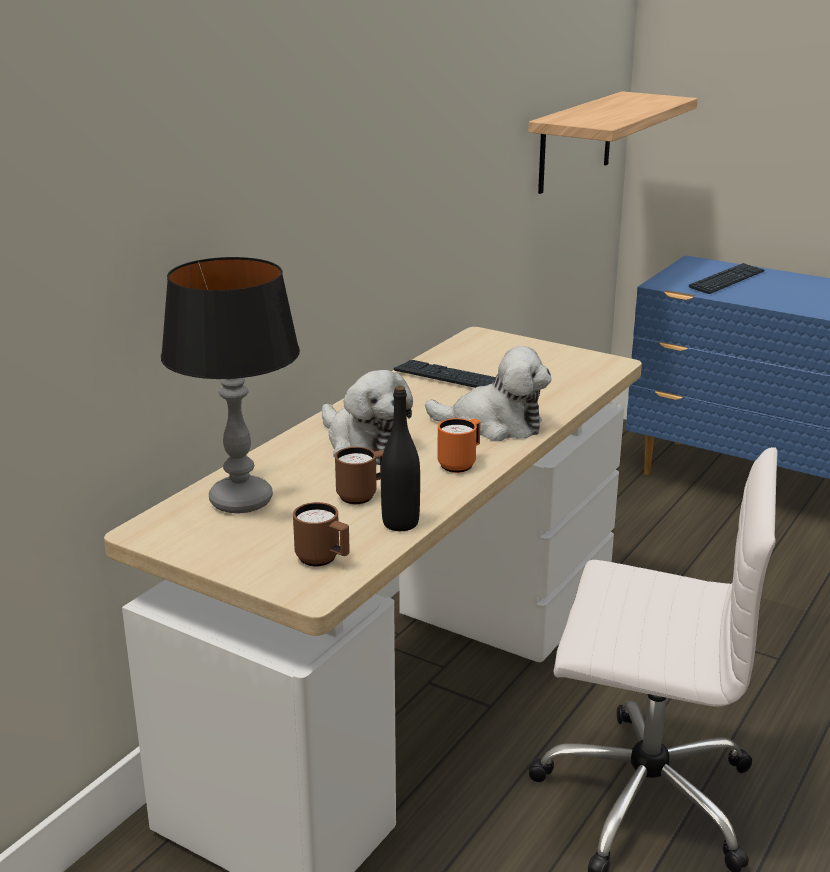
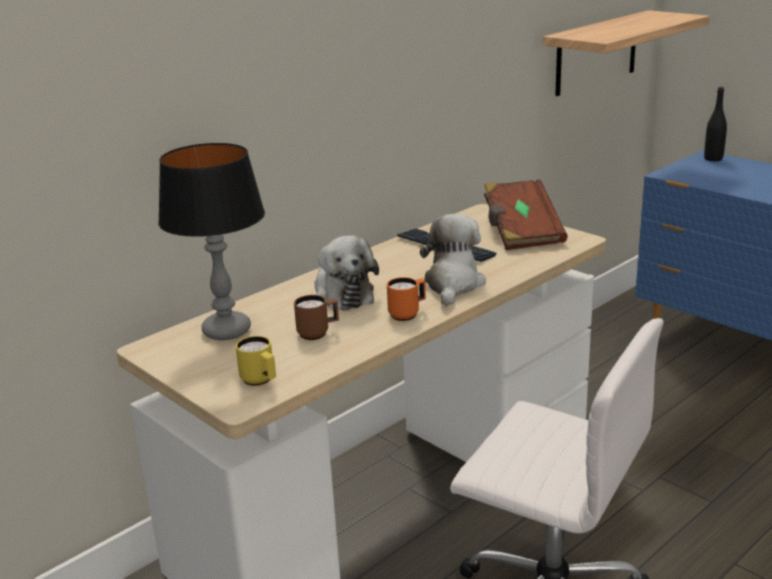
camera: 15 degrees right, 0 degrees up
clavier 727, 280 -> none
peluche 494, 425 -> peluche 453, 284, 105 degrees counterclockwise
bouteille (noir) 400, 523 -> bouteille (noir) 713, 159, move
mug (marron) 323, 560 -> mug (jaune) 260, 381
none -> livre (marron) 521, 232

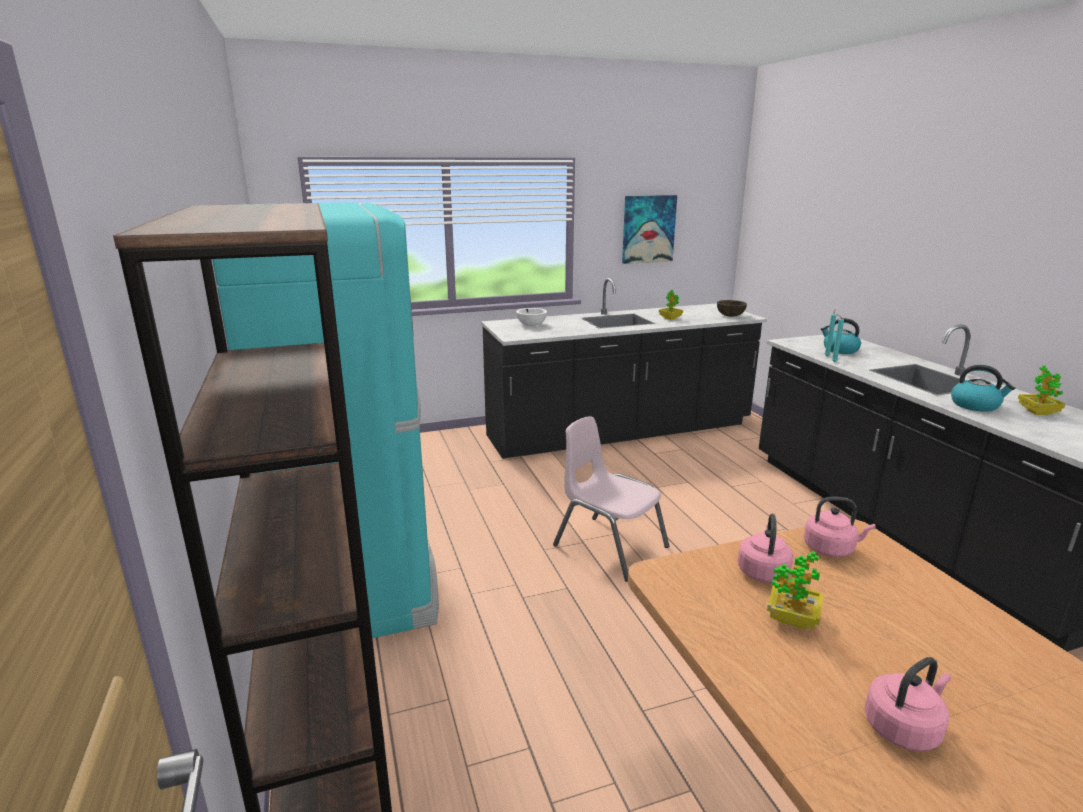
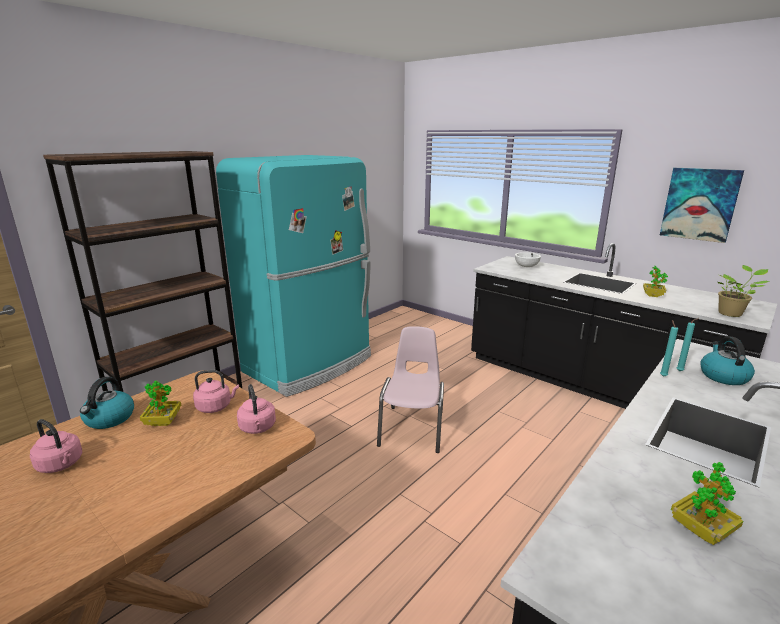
camera: 60 degrees right, 0 degrees up
bol (marron) 730, 316 -> plante en pot 731, 313
bouilloire 975, 405 -> bouilloire 109, 419, move

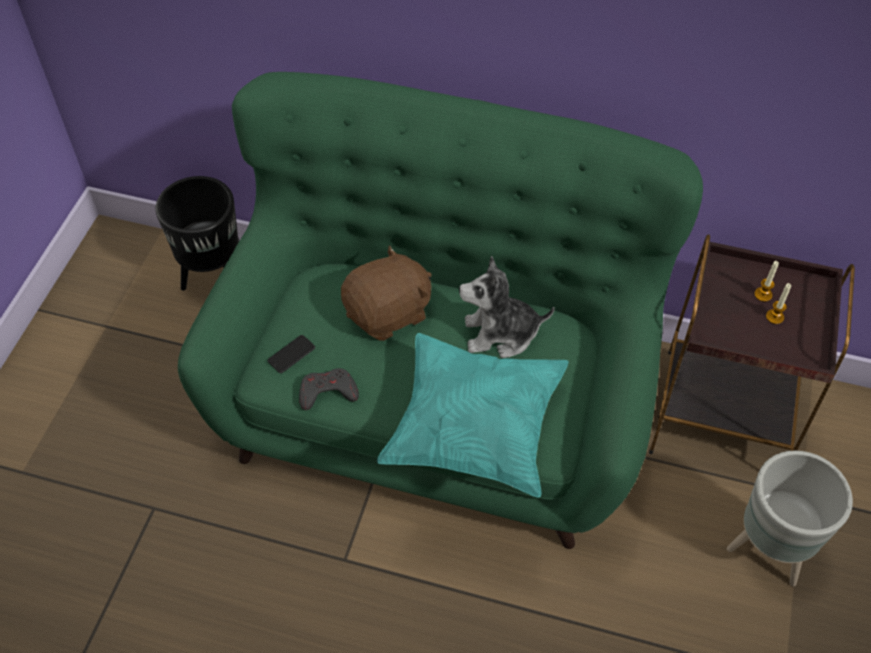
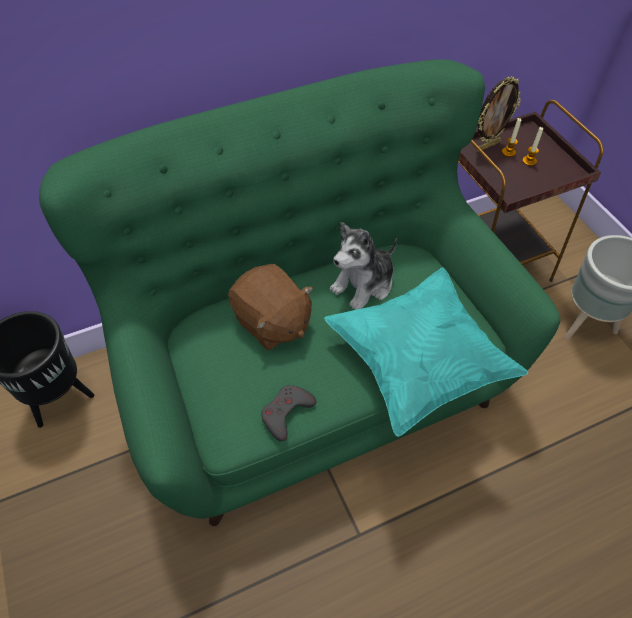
camera: 40 degrees left, 0 degrees up
peluche (marron) 388, 313 -> peluche (marron) 272, 322, 120 degrees clockwise
téléphone 291, 354 -> none
none -> cadre photo 487, 146

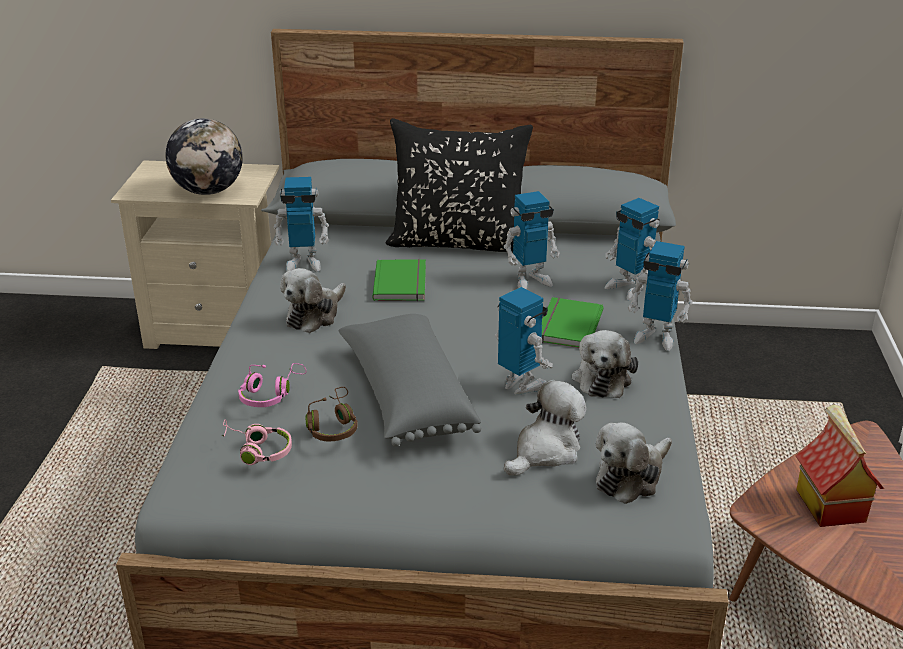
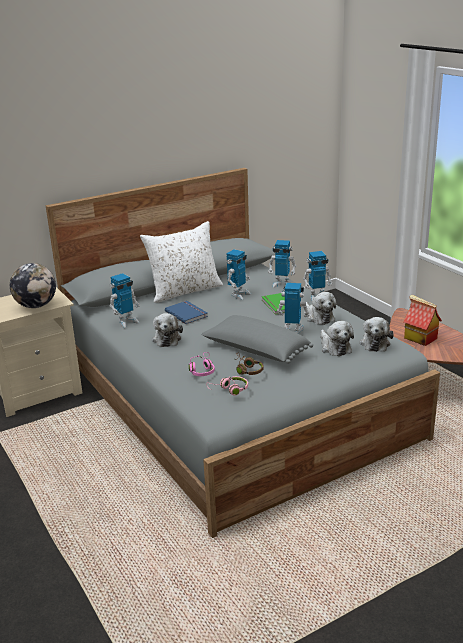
camera: 35 degrees left, 5 degrees down
coussin (noir) 458, 242 -> coussin (blanc) 184, 291
livre (vert) 402, 283 -> livre (bleu) 187, 313
peluche 545, 451 -> peluche 334, 347, 150 degrees clockwise

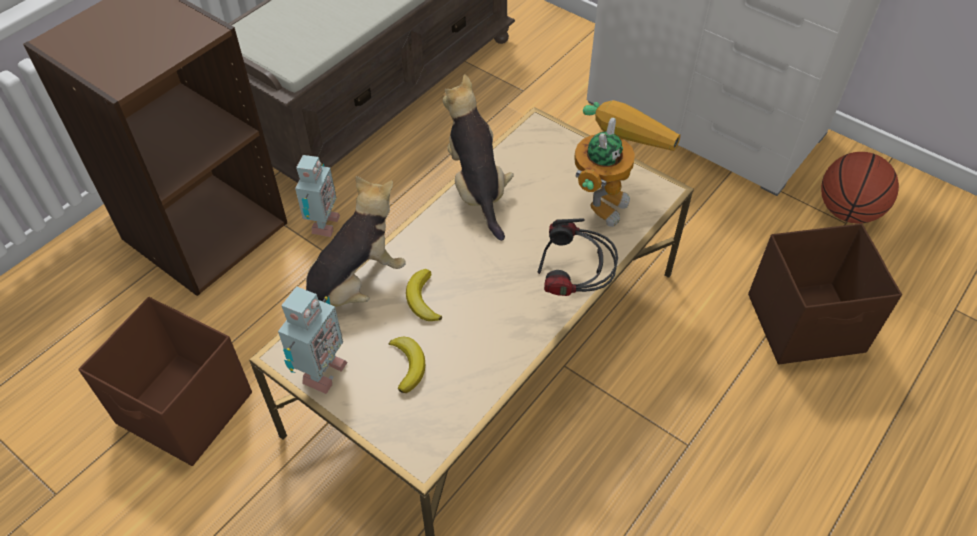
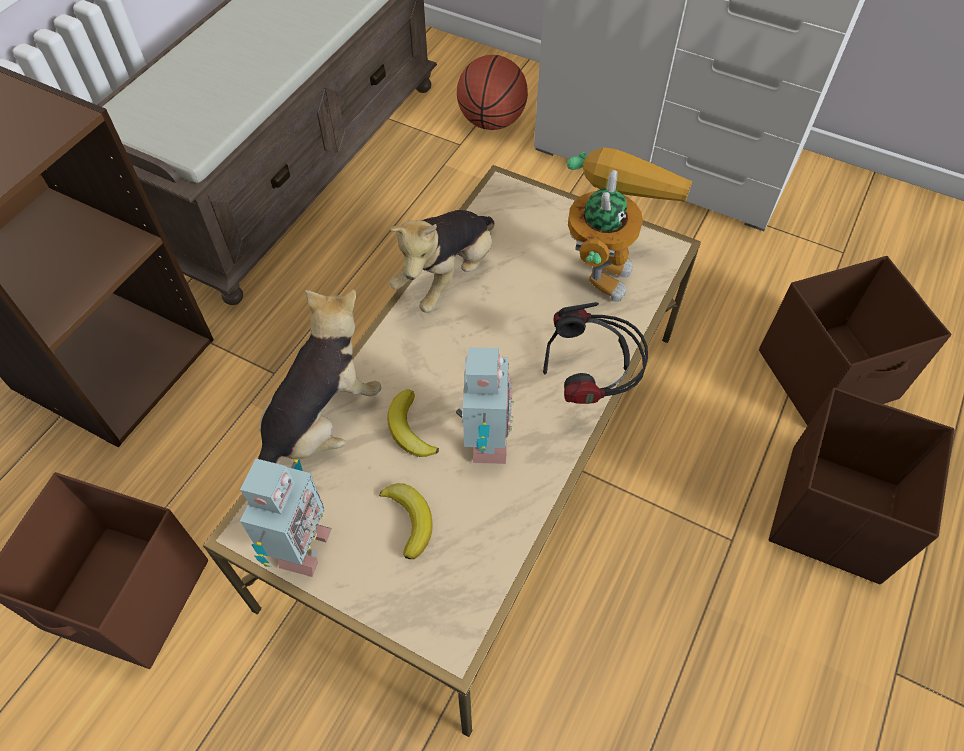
camera: 10 degrees left, 5 degrees up
peluche 477, 189 -> peluche 447, 276, 120 degrees counterclockwise
ballon de basket 847, 211 -> ballon de basket 491, 121, move
robot jouet 322, 225 -> robot jouet 484, 444, move
none -> boîte de rangement (marron) 832, 515

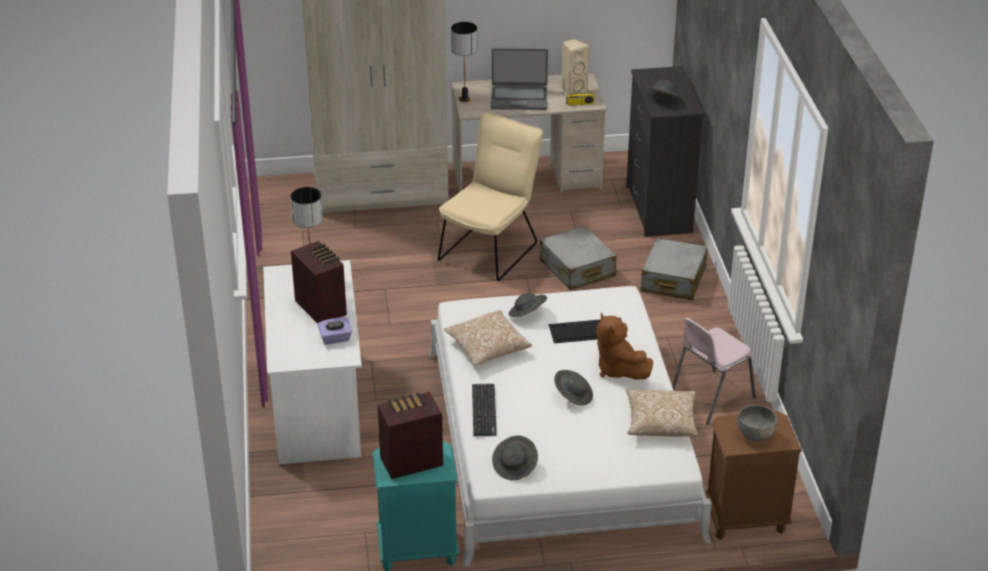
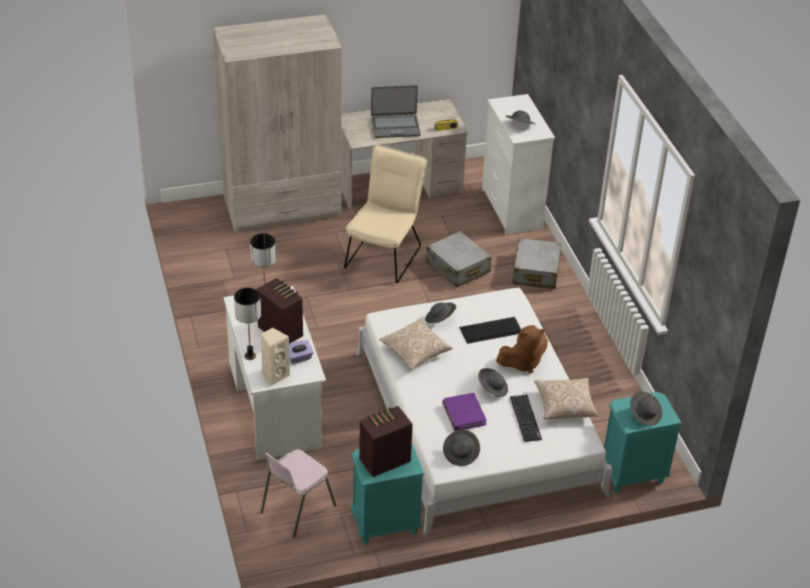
camera: 10 degrees left, 5 degrees up
lampe de table 464, 99 -> lampe de table 250, 356, move
enceinte (beige) 573, 91 -> enceinte (beige) 275, 375, move
commode (noir) 658, 209 -> commode (blanc) 511, 209
peluche (marron) 618, 370 -> peluche (marron) 522, 363, 75 degrees counterclockwise
chaise (rose) 710, 397 -> chaise (rose) 296, 509, move
clavier 484, 410 -> clavier 525, 418, move
bol (gris) 755, 436 -> chapeau (gris) 645, 414
table de chevet (marron) 744, 519 -> table de chevet (turquoise) 631, 474
none -> livre (violet) 463, 414

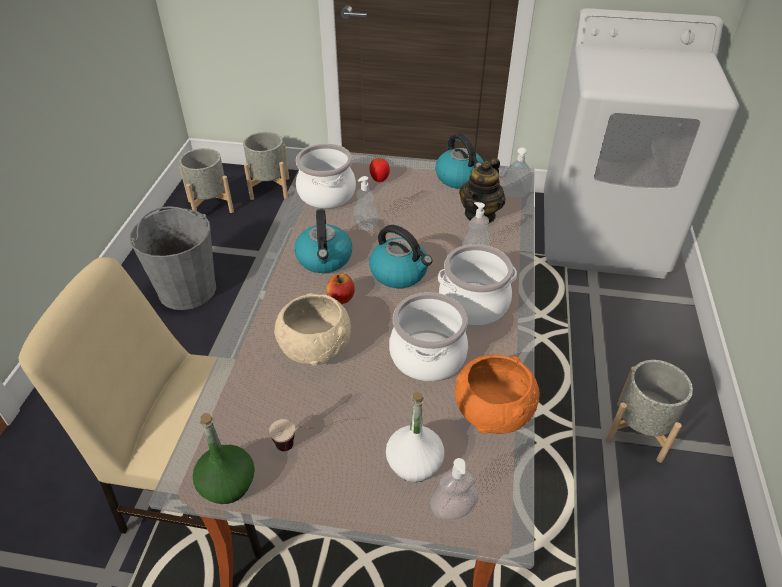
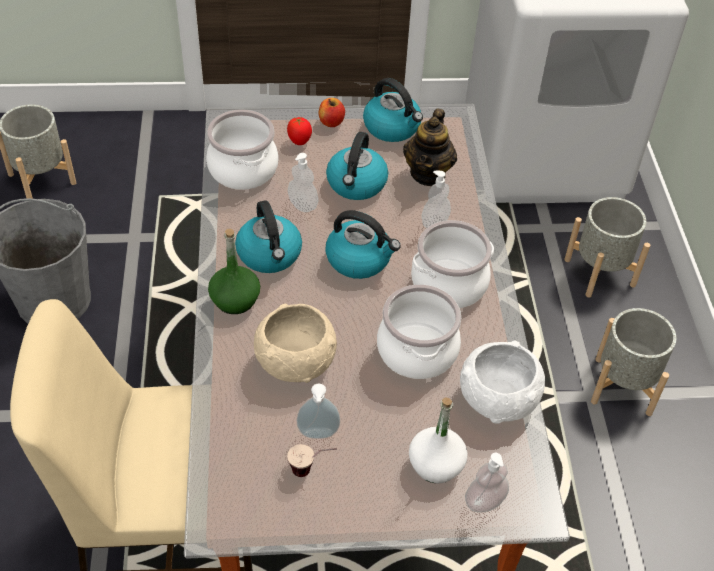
camera: 15 degrees left, 5 degrees up
cache-pot (gris) 270, 188 -> cache-pot (gris) 599, 272, move
distributeur de savon 515, 195 -> distributeur de savon 318, 435, move
pomme 341, 298 -> pomme 331, 122, move
bol (orange) 493, 410 -> bol (blanc) 498, 398
bouteille (vert) 228, 484 -> bouteille (vert) 235, 300, move
none -> bouilloire 356, 184

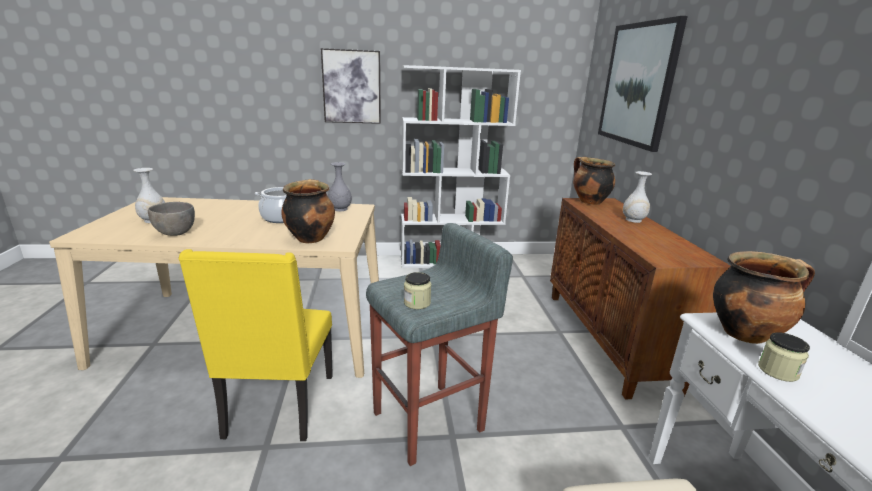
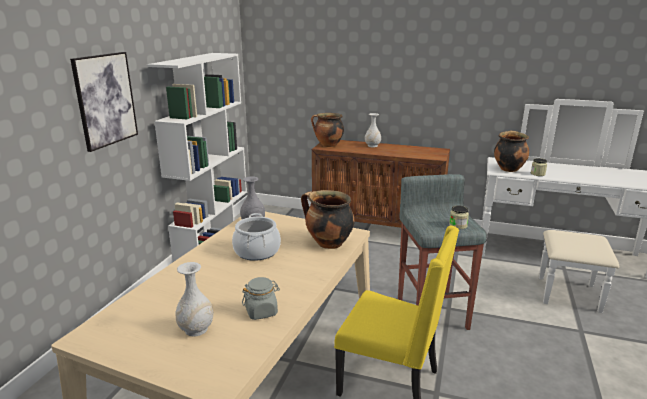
camera: 65 degrees left, 0 degrees up
tableau 638, 84 -> none
bol (gris) 175, 233 -> bocal (gris) 261, 311

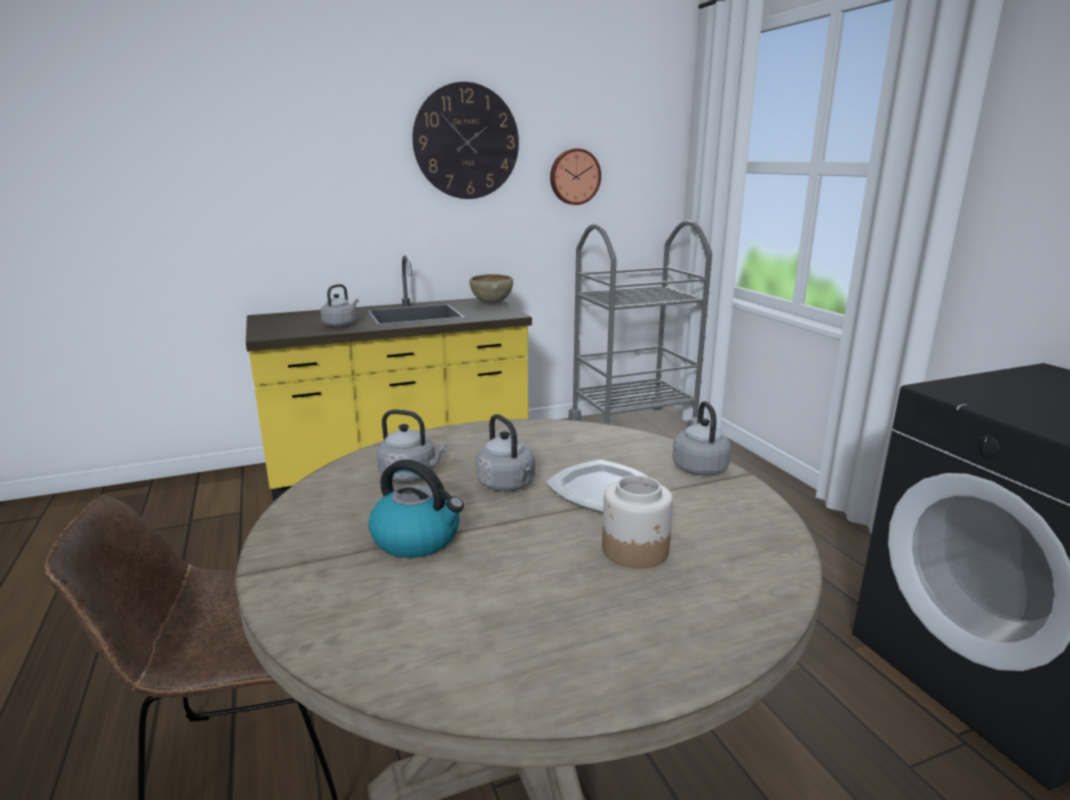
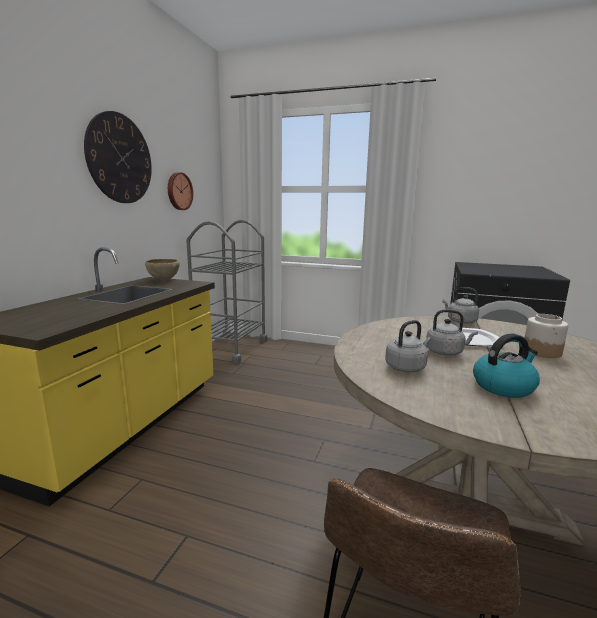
camera: 50 degrees left, 5 degrees down
bouilloire (gris) 340, 324 -> none

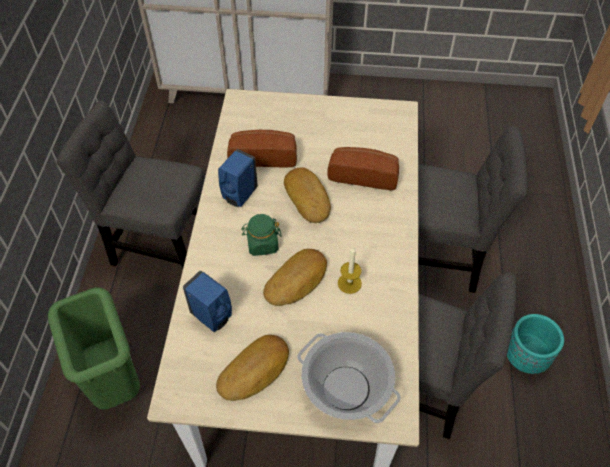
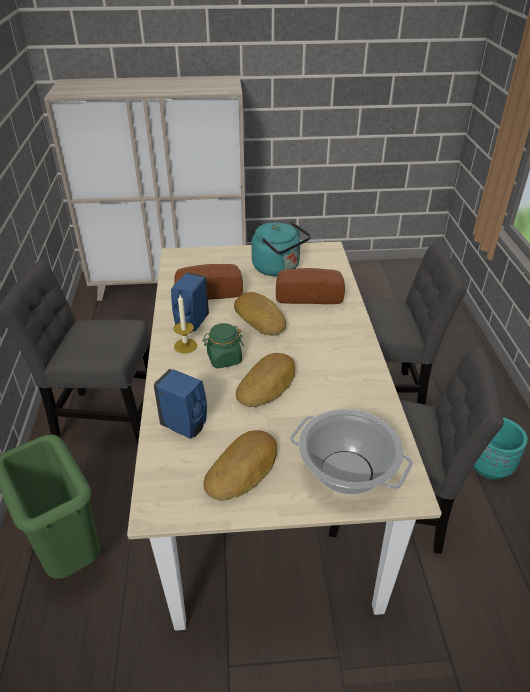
camera: 10 degrees left, 15 degrees down
bougie 349, 283 -> bougie 185, 346, move
none -> bouilloire (turquoise) 278, 268

